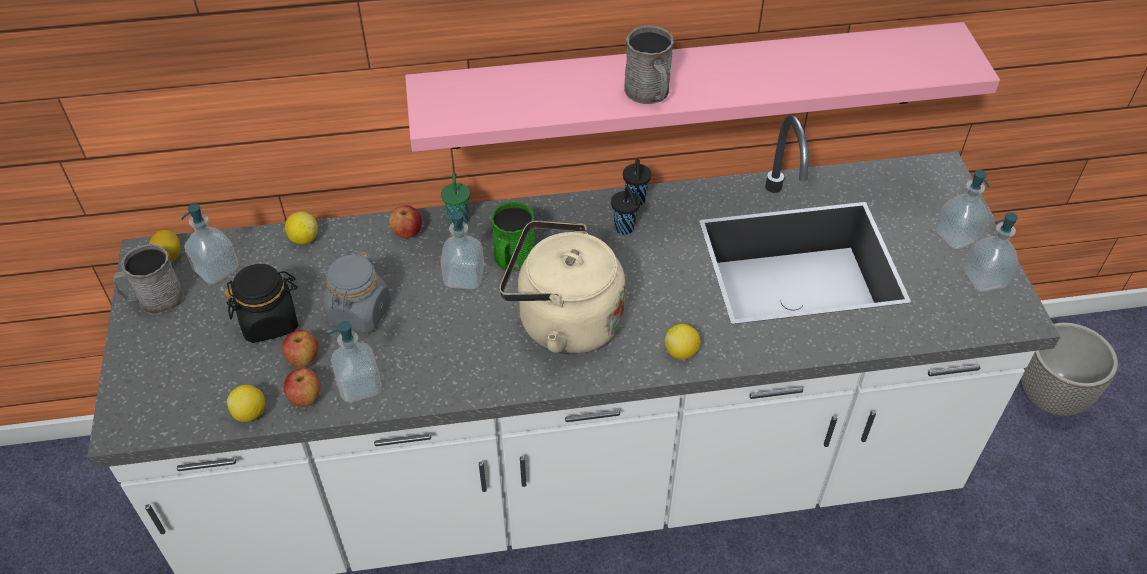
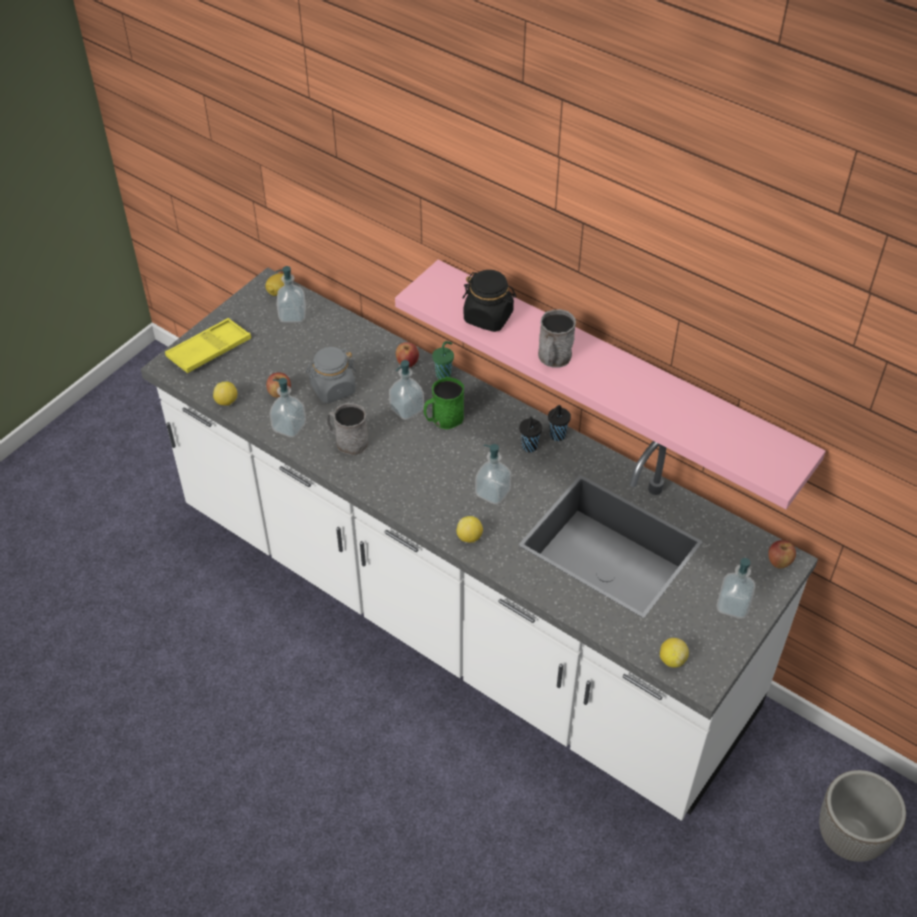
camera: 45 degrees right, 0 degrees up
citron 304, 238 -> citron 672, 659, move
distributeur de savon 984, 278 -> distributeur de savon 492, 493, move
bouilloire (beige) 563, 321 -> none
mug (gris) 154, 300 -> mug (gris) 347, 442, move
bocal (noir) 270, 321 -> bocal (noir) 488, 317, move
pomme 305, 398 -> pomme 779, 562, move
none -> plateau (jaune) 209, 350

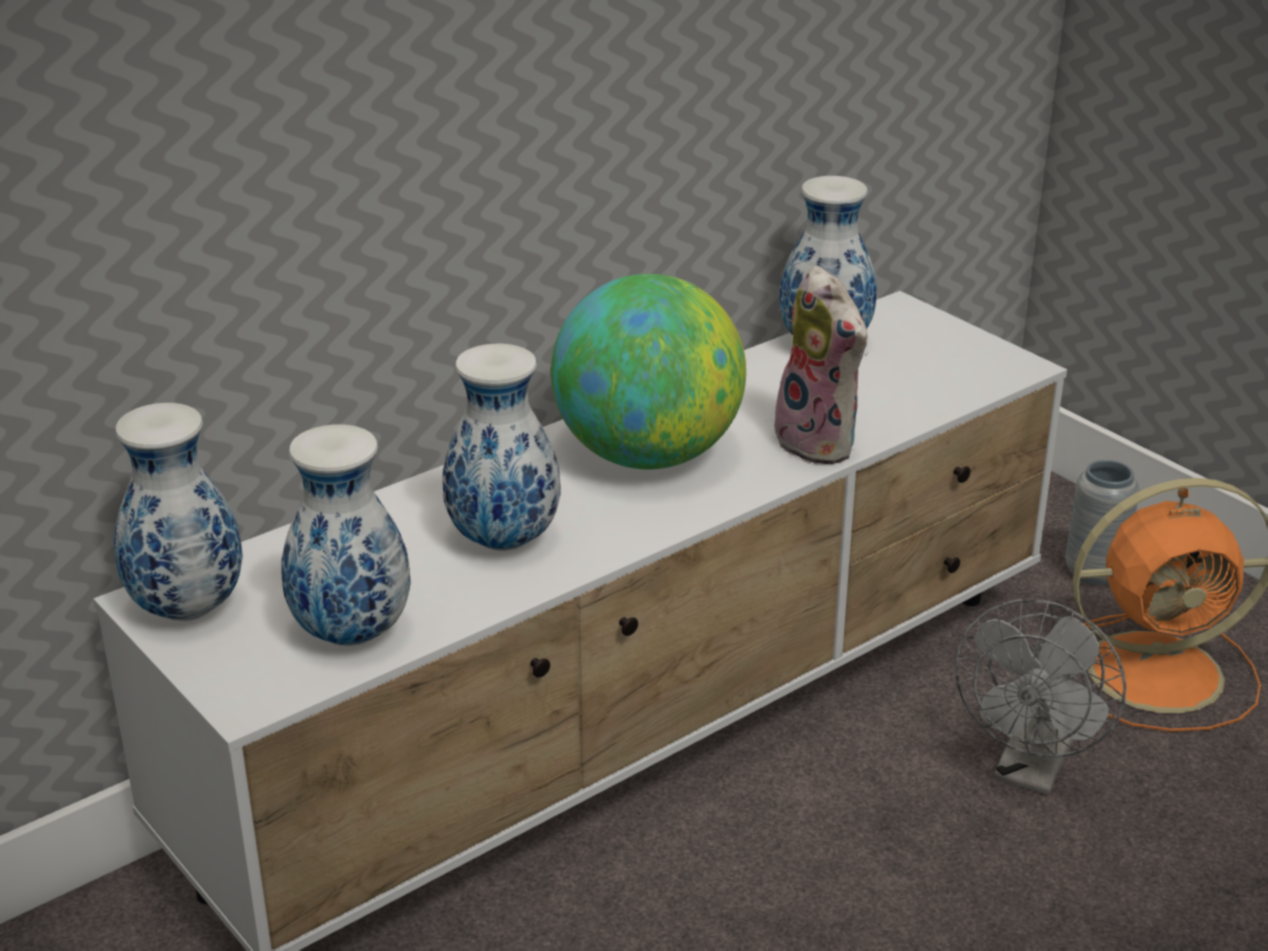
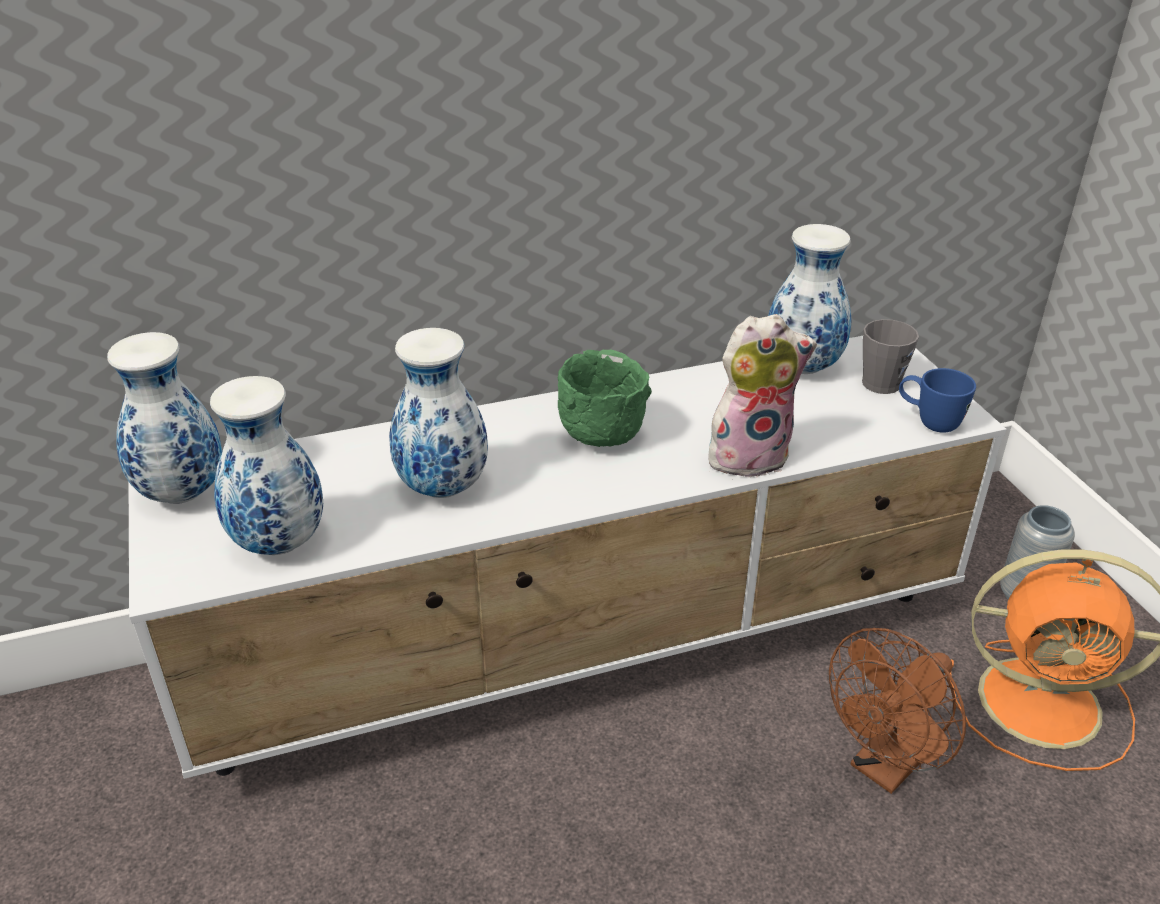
camera: 20 degrees right, 5 degrees up
peluche 822, 443 -> peluche 749, 455, 90 degrees counterclockwise
globe 648, 455 -> bol (vert) 600, 436
ventilateur (gris) 1031, 771 -> ventilateur (marron) 886, 766
none -> mug (gris) 883, 379
none -> mug (bleu) 928, 422

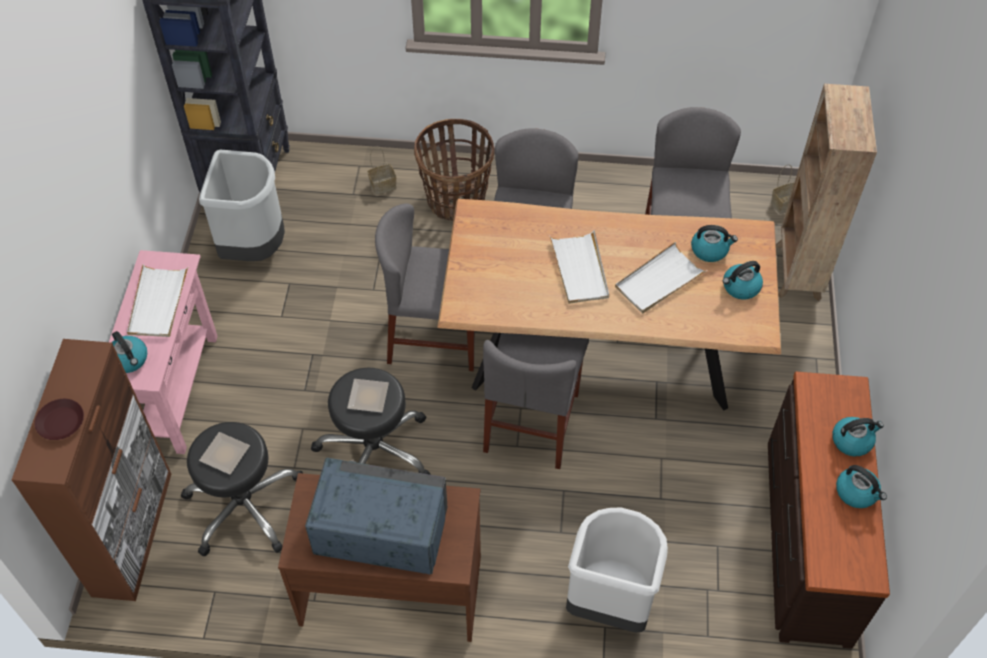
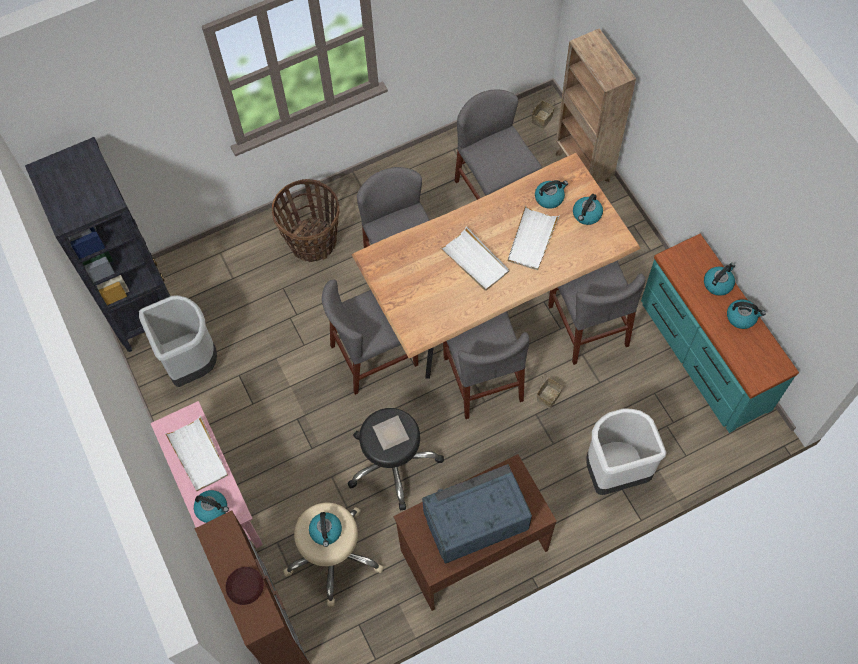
camera: 30 degrees left, 10 degrees up
panier 382, 186 -> panier 548, 397, move
commode (marron) 806, 538 -> commode (turquoise) 703, 355
tabouret (noir) 244, 505 -> tabouret (beige) 332, 555
assiette 227, 454 -> bouilloire 326, 531
none -> chaise (gris) 587, 325

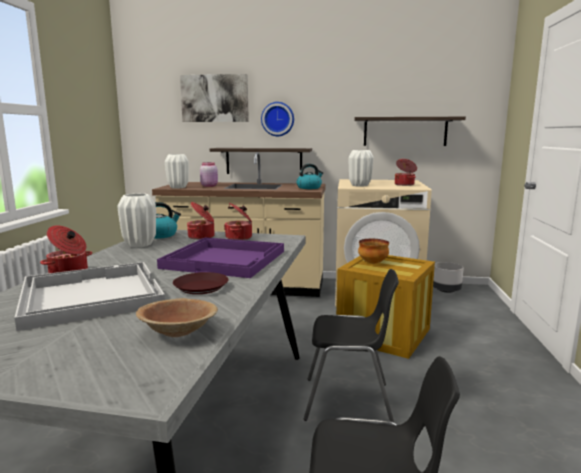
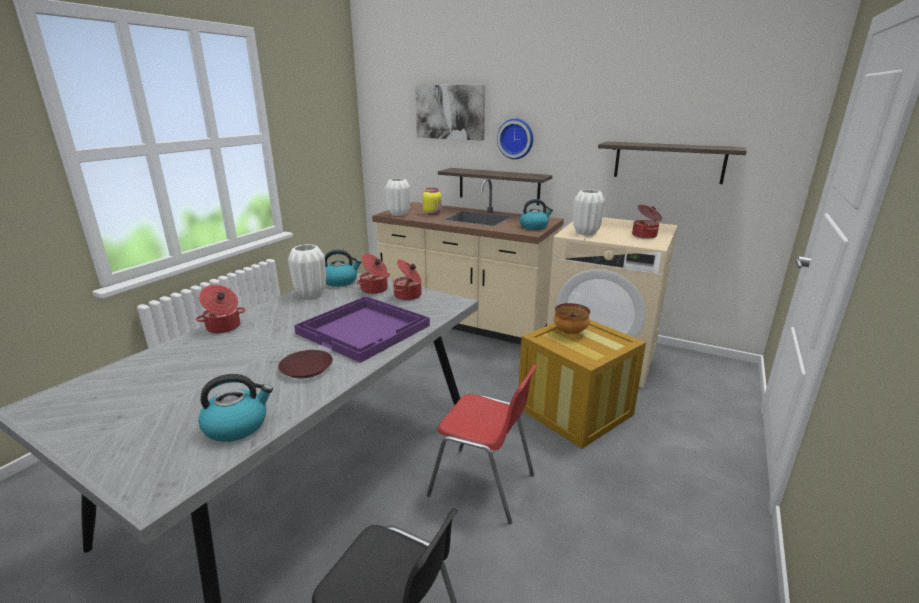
camera: 20 degrees right, 10 degrees up
bocal (rose) 209, 186 -> bocal (jaune) 432, 213
plateau (blanc) 90, 296 -> none
cache-pot (gris) 446, 290 -> none
chaise (noir) 348, 401 -> chaise (rouge) 483, 485
bol (marron) 178, 331 -> bouilloire 237, 425

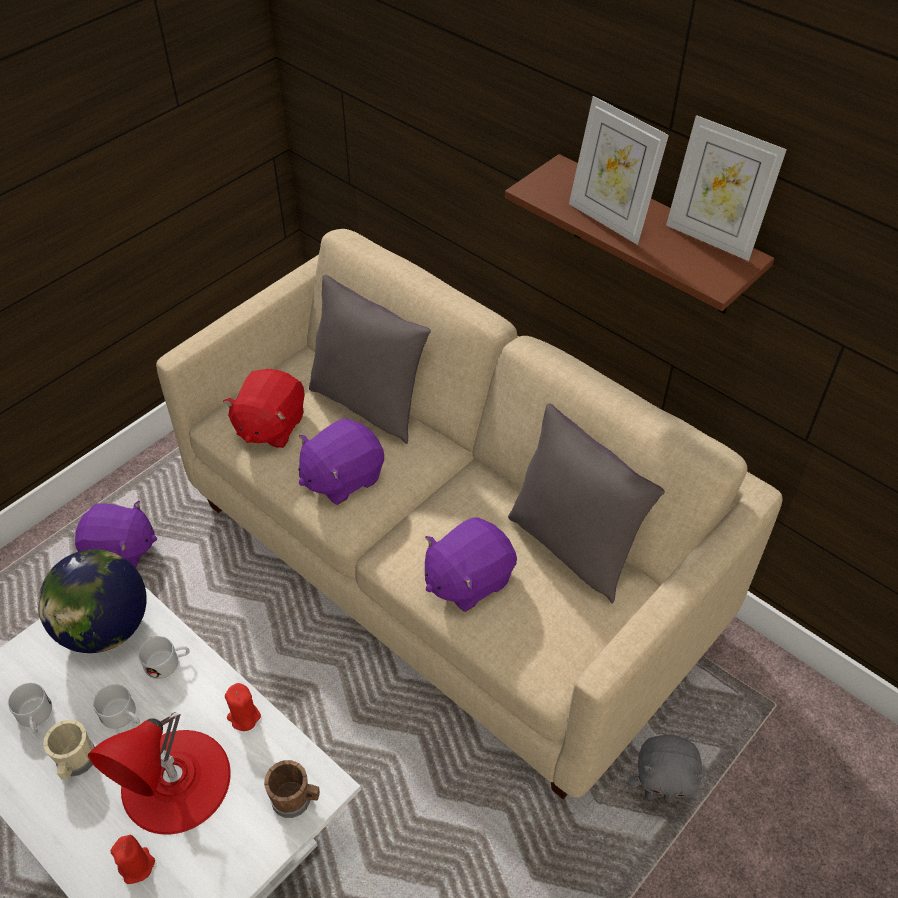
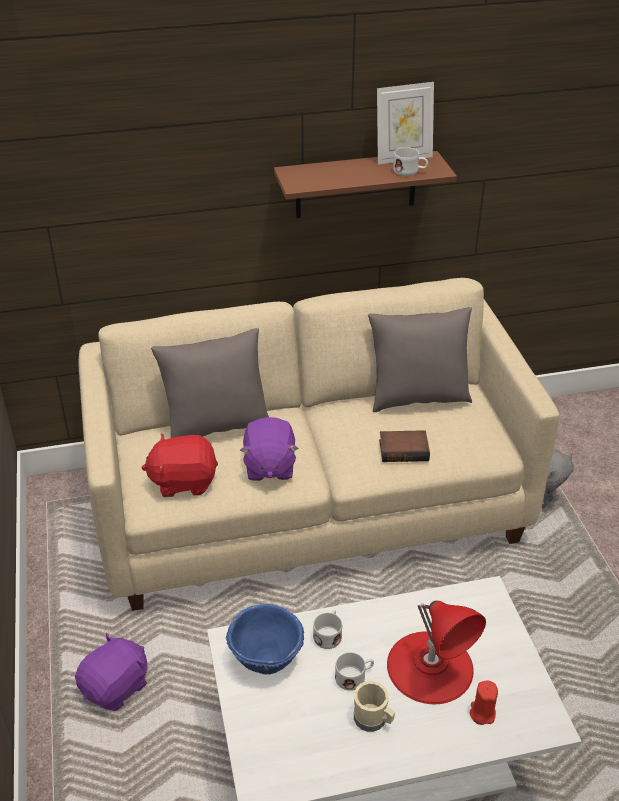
camera: 55 degrees left, 10 degrees down
cadre photo 608, 220 -> none
peluche (rouge) 270, 426 -> peluche (rouge) 183, 481, 120 degrees clockwise
peluche (violet) 468, 579 -> livre 404, 449
globe 106, 627 -> bol (bleu) 266, 658
mug (blanc) 35, 717 -> mug (blanc) 410, 172, move
bougie (rouge) 244, 717 -> none
mug (marron) 296, 800 -> none

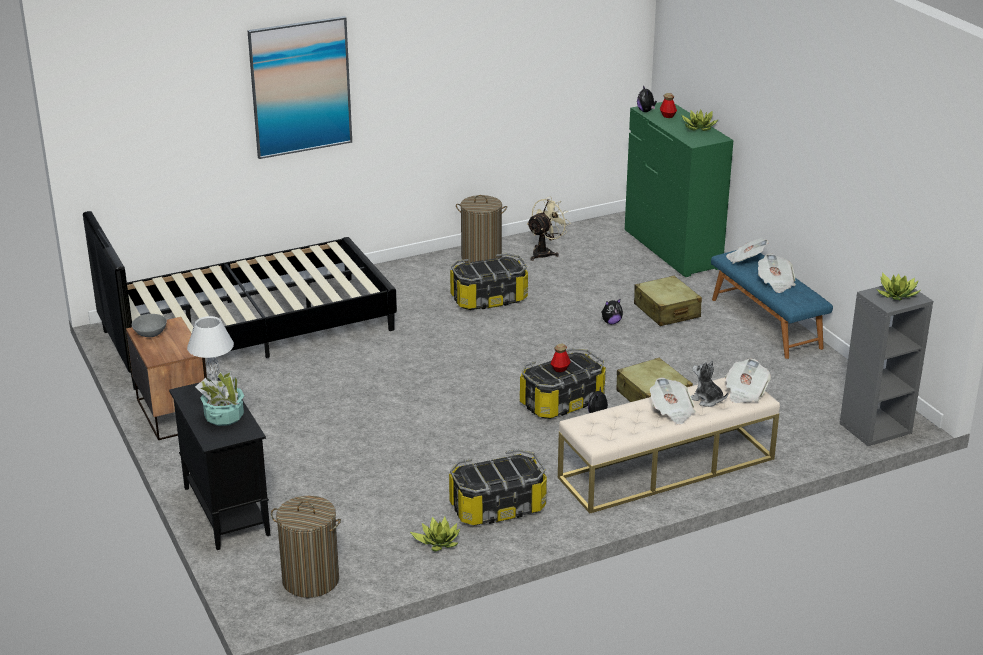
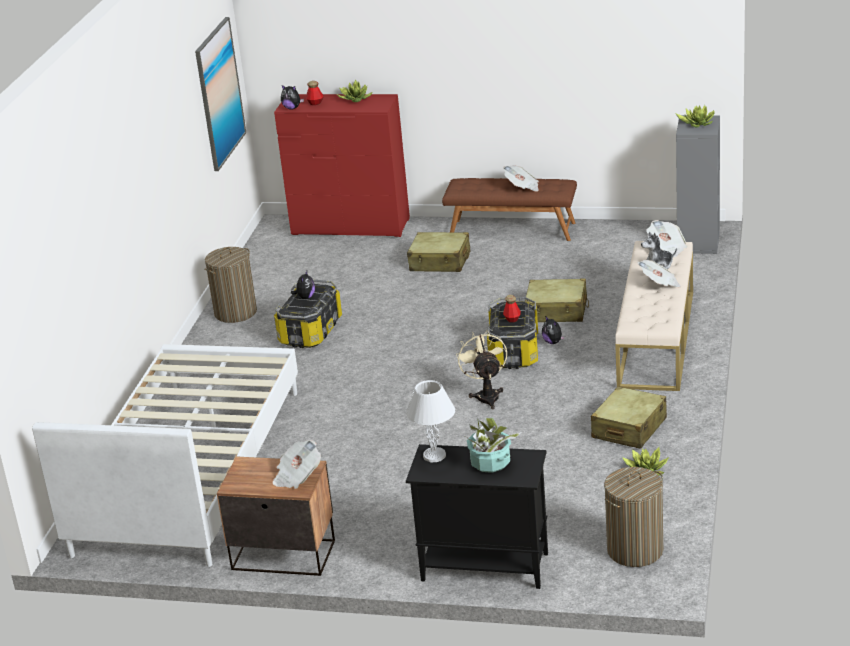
camera: 50 degrees left, 0 degrees up
tableau 300, 87 -> tableau 219, 93, move
commode (vert) 672, 249 -> commode (rouge) 350, 226
ventilateur (beige) 545, 252 -> ventilateur (beige) 486, 395, move
lit (noir) 248, 330 -> lit (blanc) 189, 470
journal 745, 260 -> journal 297, 476, move
banc (bleu) 766, 323 -> banc (marron) 512, 230
peluche 611, 322 -> peluche 305, 297, move
bol (gris) 150, 333 -> none
boîte de rangement 497, 508 -> valise (beige) 629, 429

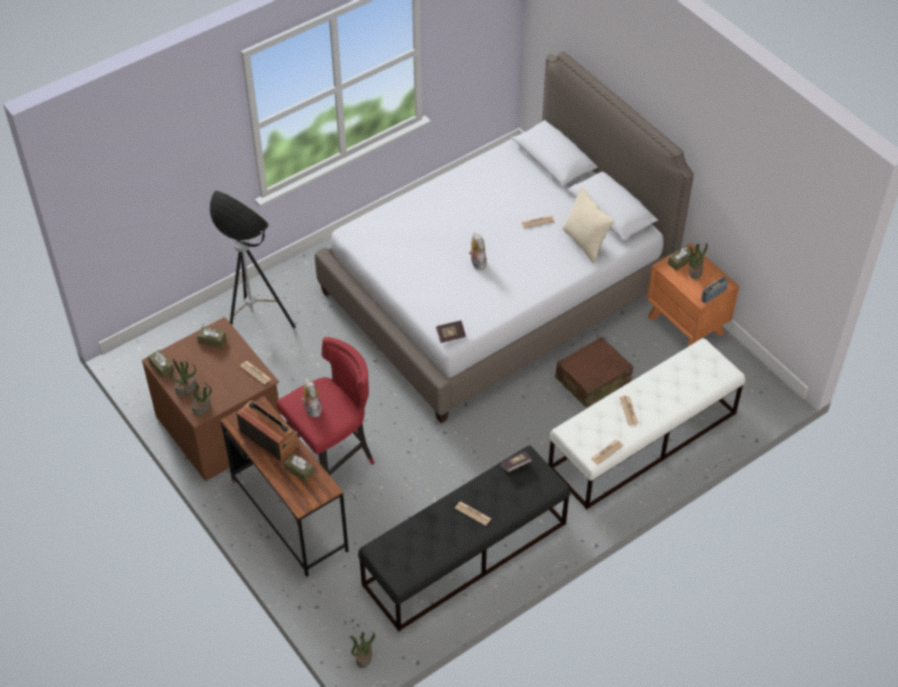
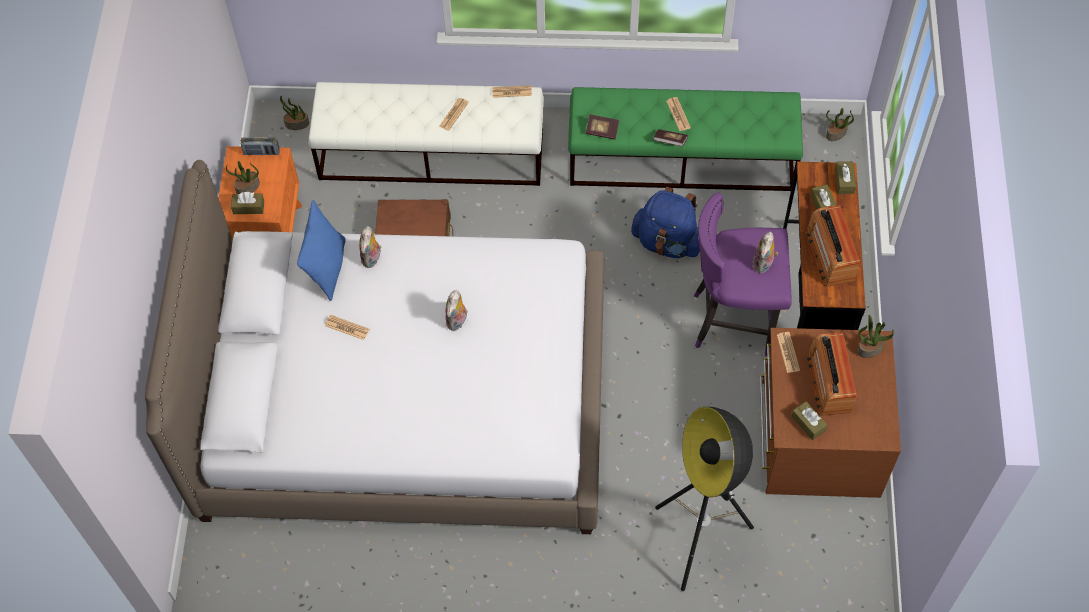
camera: 140 degrees left, 10 degrees up
coussin (beige) 585, 243 -> coussin (bleu) 327, 268
livre 450, 335 -> livre 670, 141, move
tabouret (rouge) 333, 463 -> tabouret (violet) 733, 320
boîte à mouchoirs (marron) 161, 367 -> boîte à mouchoirs (marron) 844, 181, move
plante en pot 186, 388 -> plante en pot 296, 124, move
banc (noir) 464, 554 -> banc (vert) 682, 160
none -> sac à dos (bleu) 667, 242
none -> peluche 372, 259
none -> radio 828, 382

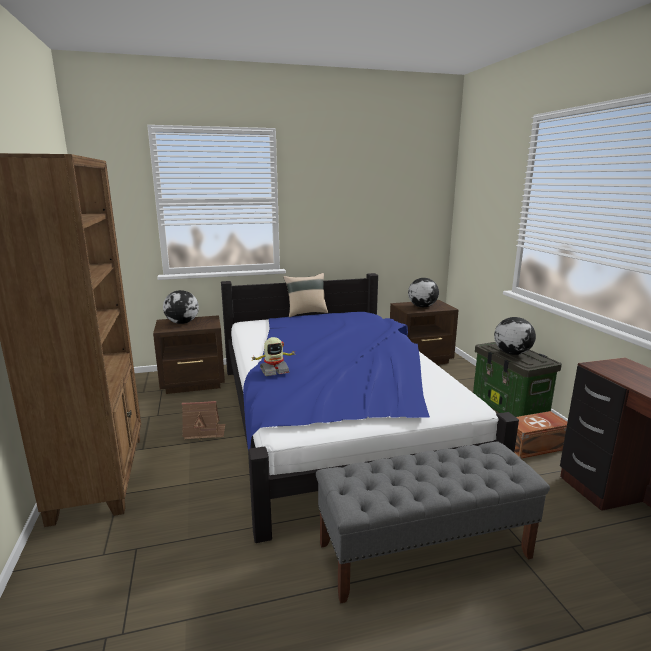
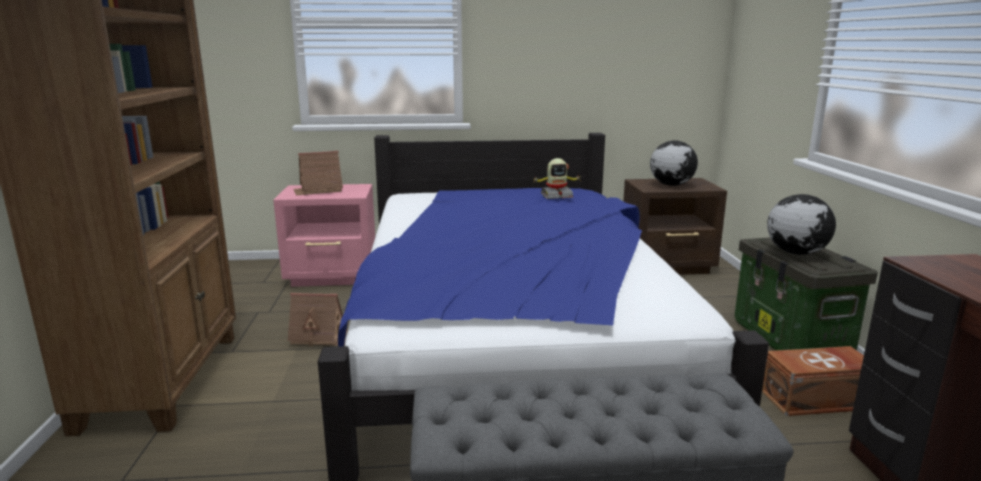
camera: 10 degrees right, 0 degrees up
coussin (beige) 306, 313 -> none
globe 182, 323 -> maison miniature 318, 190
table de chevet (marron) 194, 383 -> table de chevet (rose) 333, 276
robot jouet 274, 371 -> robot jouet 556, 196, move

